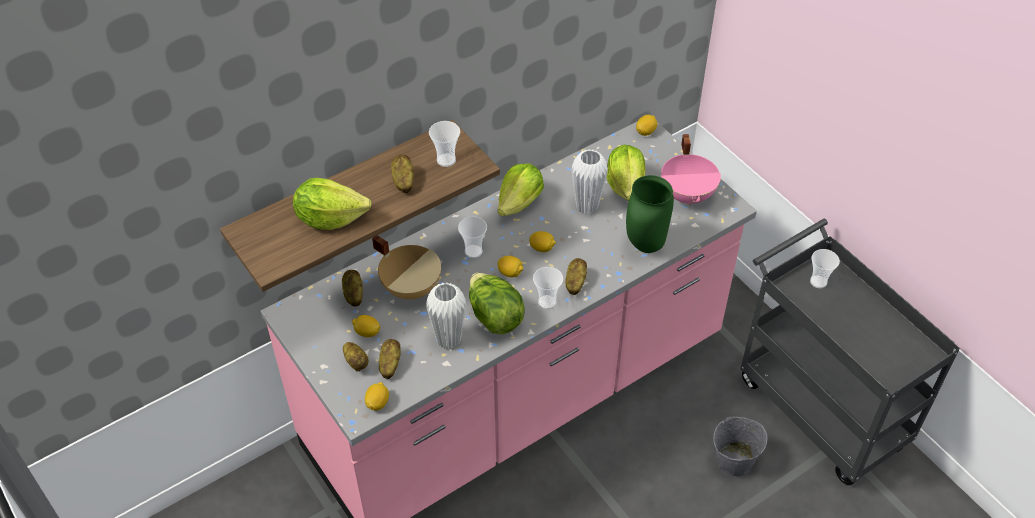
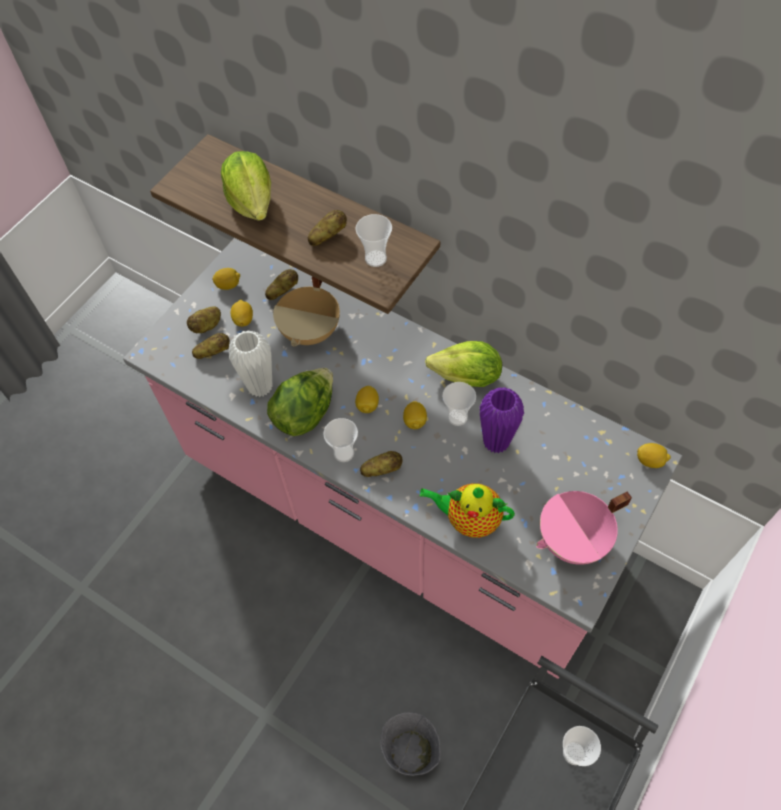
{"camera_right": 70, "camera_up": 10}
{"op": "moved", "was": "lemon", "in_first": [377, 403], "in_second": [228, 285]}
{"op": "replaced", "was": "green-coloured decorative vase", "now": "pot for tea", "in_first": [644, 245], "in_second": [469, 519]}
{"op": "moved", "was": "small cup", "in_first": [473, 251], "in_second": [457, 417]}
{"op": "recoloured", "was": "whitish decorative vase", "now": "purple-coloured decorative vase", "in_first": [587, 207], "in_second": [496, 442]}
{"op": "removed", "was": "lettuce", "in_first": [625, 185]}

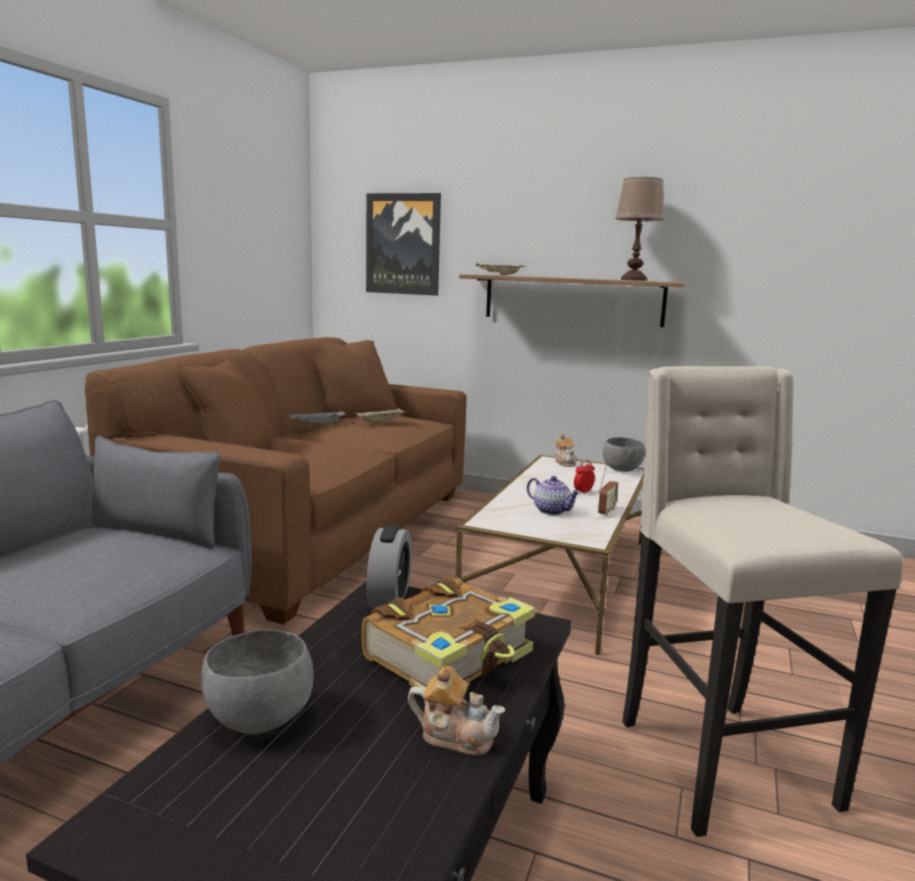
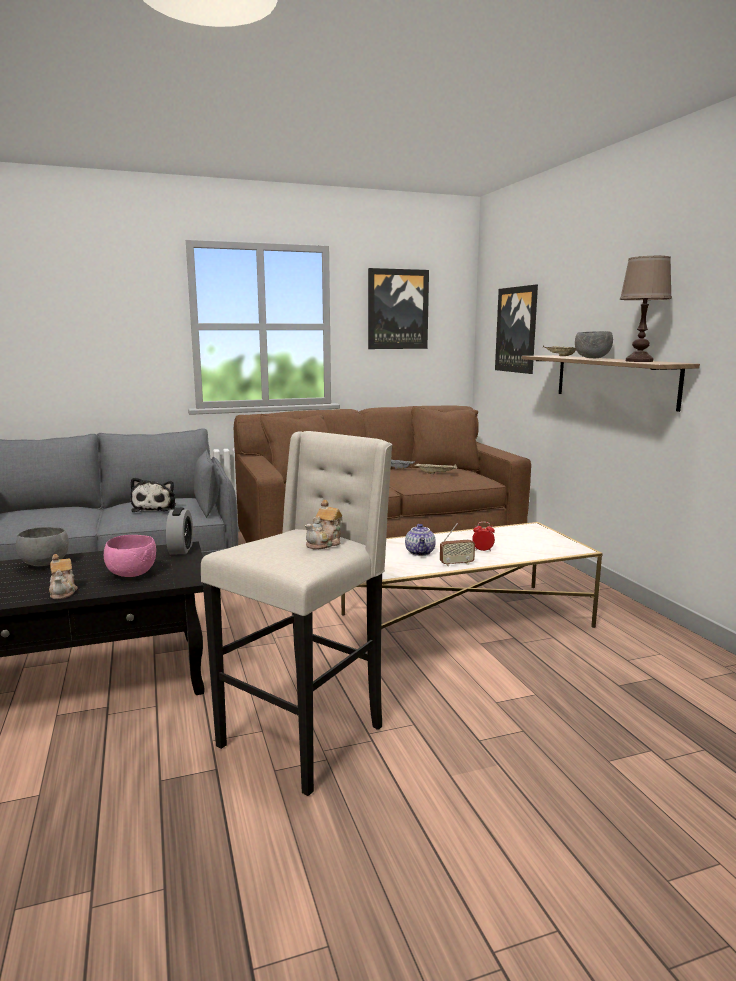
{"camera_right": 50, "camera_up": 0}
{"op": "replaced", "was": "volume", "now": "pinkish serving bowl", "in_first": [451, 657], "in_second": [133, 574]}
{"op": "added", "now": "cuddly toy", "in_second": [155, 508]}
{"op": "turned", "was": "table clock", "in_first": [389, 597], "in_second": [181, 549], "clockwise": -60}
{"op": "moved", "was": "pot for tea", "in_first": [565, 463], "in_second": [325, 543]}
{"op": "added", "now": "picture", "in_second": [397, 309]}
{"op": "moved", "was": "gray serving bowl", "in_first": [622, 470], "in_second": [593, 358]}

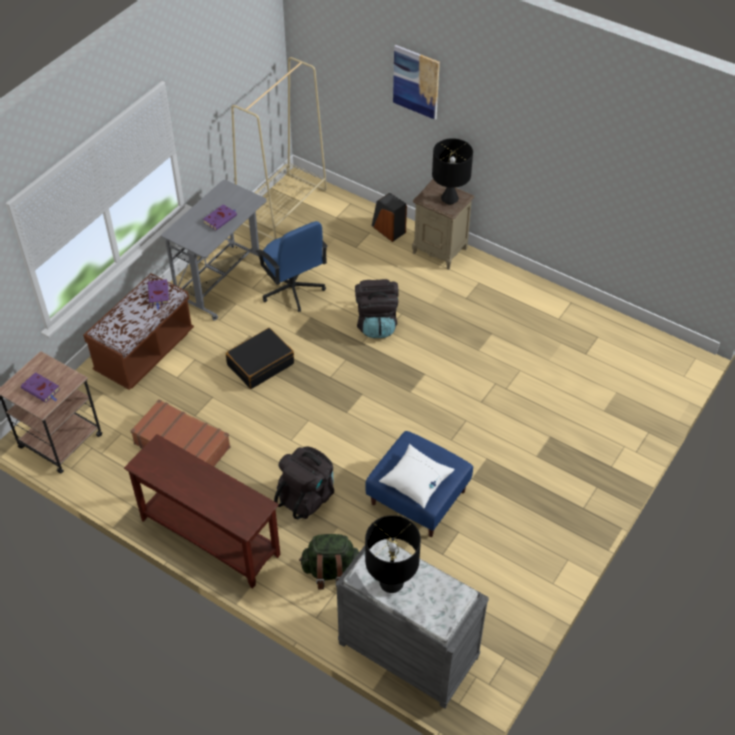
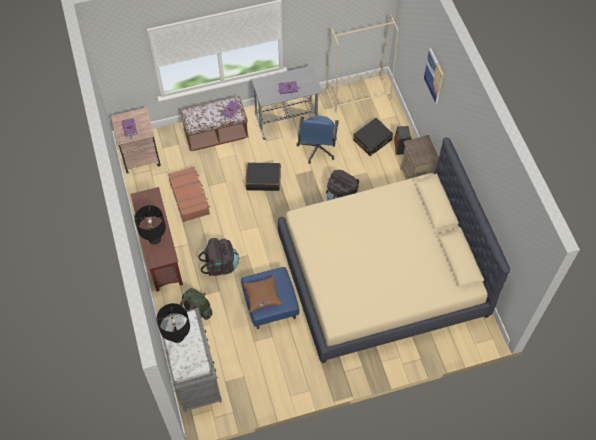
{"camera_right": 40, "camera_up": 10}
{"op": "moved", "was": "black-coloured table lamp", "in_first": [449, 199], "in_second": [155, 239]}
{"op": "recoloured", "was": "whitish pillow", "now": "brown-coloured pillow", "in_first": [416, 481], "in_second": [262, 296]}
{"op": "added", "now": "beige-coloured bed", "in_second": [382, 274]}
{"op": "added", "now": "black-coloured travel case", "in_second": [372, 140]}

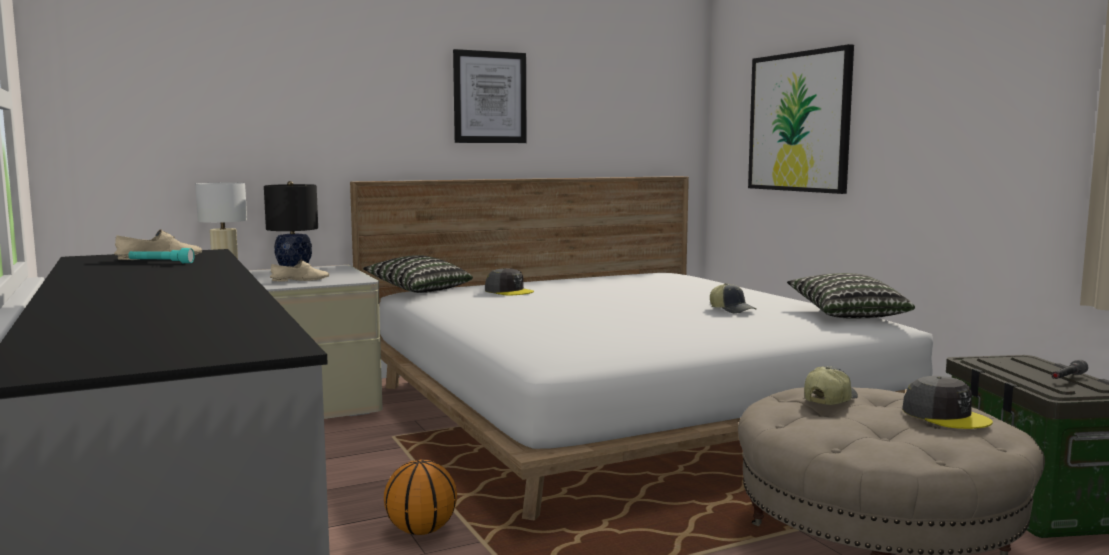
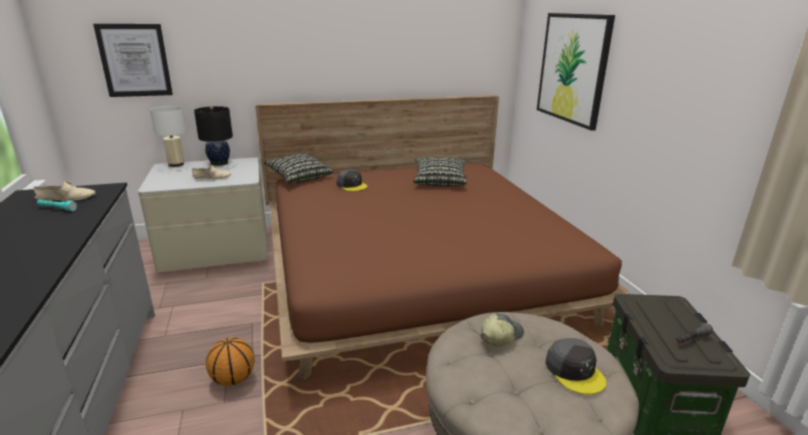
{"camera_right": 10, "camera_up": 15}
{"op": "moved", "was": "picture", "in_first": [490, 97], "in_second": [135, 60]}
{"op": "recoloured", "was": "whitish bed", "now": "brown-coloured bed", "in_first": [624, 410], "in_second": [417, 271]}
{"op": "moved", "was": "pillow", "in_first": [848, 314], "in_second": [439, 181]}
{"op": "removed", "was": "peaked cap", "in_first": [732, 310]}

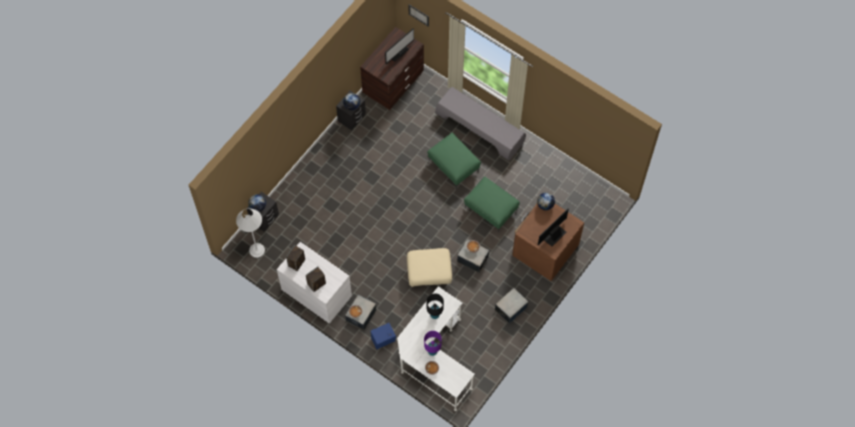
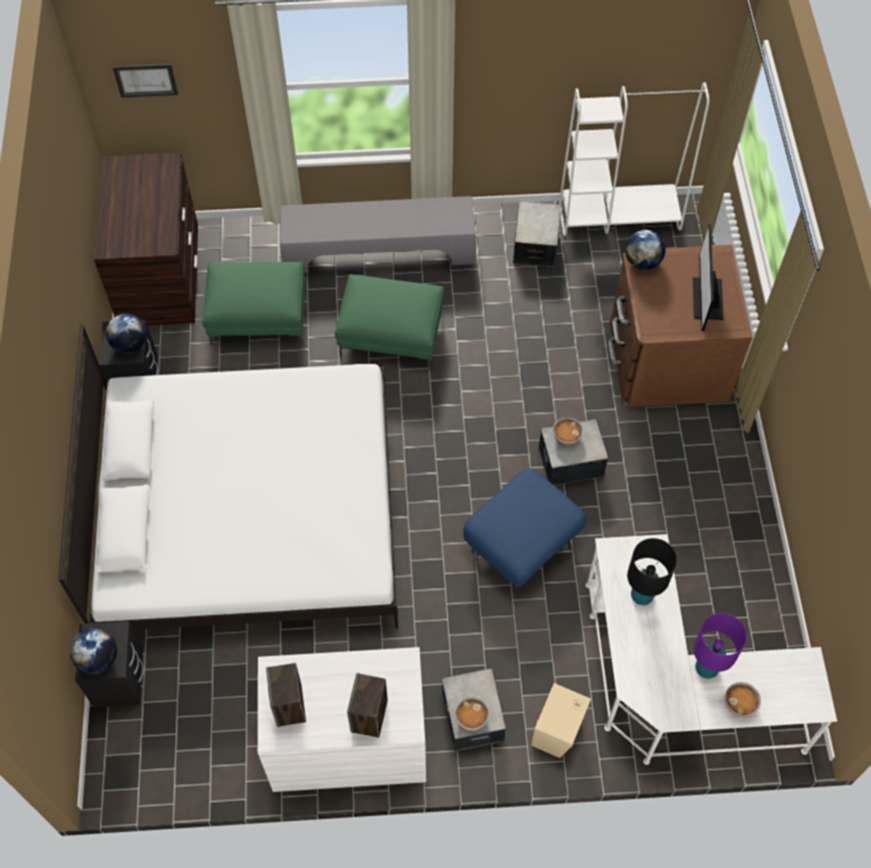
{"camera_right": -40, "camera_up": -5}
{"op": "added", "now": "whitish bed", "in_second": [249, 513]}
{"op": "moved", "was": "green-coloured pouffe", "in_first": [490, 209], "in_second": [257, 319]}
{"op": "recoloured", "was": "beige-coloured pouffe", "now": "blue pouffe", "in_first": [429, 274], "in_second": [522, 545]}
{"op": "moved", "was": "storage container", "in_first": [511, 309], "in_second": [536, 245]}
{"op": "recoloured", "was": "blue audio speaker", "now": "beige-coloured audio speaker", "in_first": [384, 340], "in_second": [558, 729]}
{"op": "added", "now": "whitish garment stand", "in_second": [619, 218]}
{"op": "removed", "was": "whitish floor lamp", "in_first": [257, 250]}
{"op": "removed", "was": "monitor", "in_first": [398, 52]}

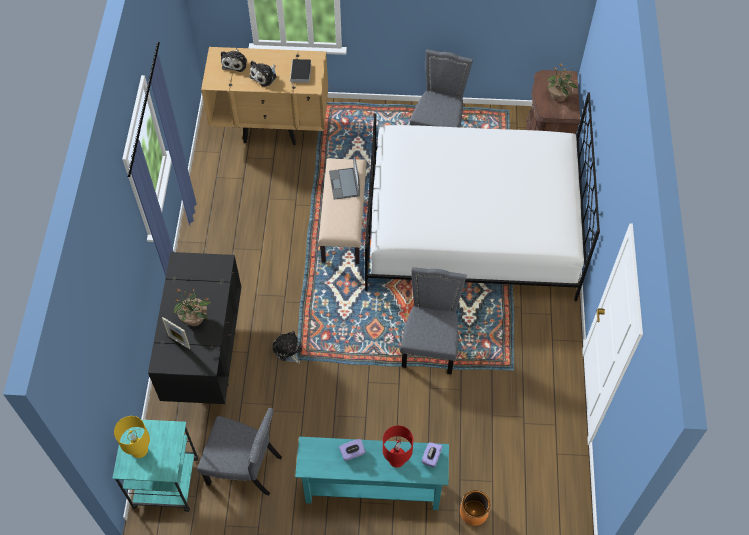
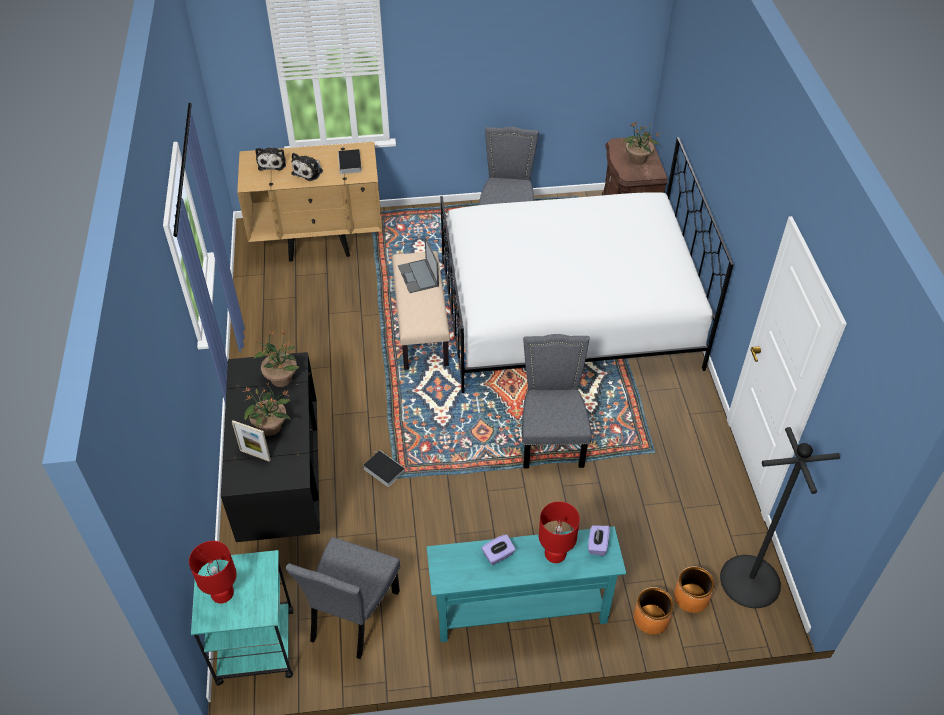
{"camera_right": -10, "camera_up": -10}
{"op": "recoloured", "was": "yellow-coloured table lamp", "now": "red table lamp", "in_first": [139, 450], "in_second": [222, 593]}
{"op": "added", "now": "houseplant", "in_second": [281, 378]}
{"op": "turned", "was": "gray upright chair", "in_first": [243, 468], "in_second": [353, 612], "clockwise": 105}
{"op": "replaced", "was": "cuddly toy", "now": "volume", "in_first": [288, 350], "in_second": [383, 469]}
{"op": "added", "now": "orange-coloured plant pot", "in_second": [691, 598]}
{"op": "added", "now": "black-coloured garment stand", "in_second": [750, 581]}

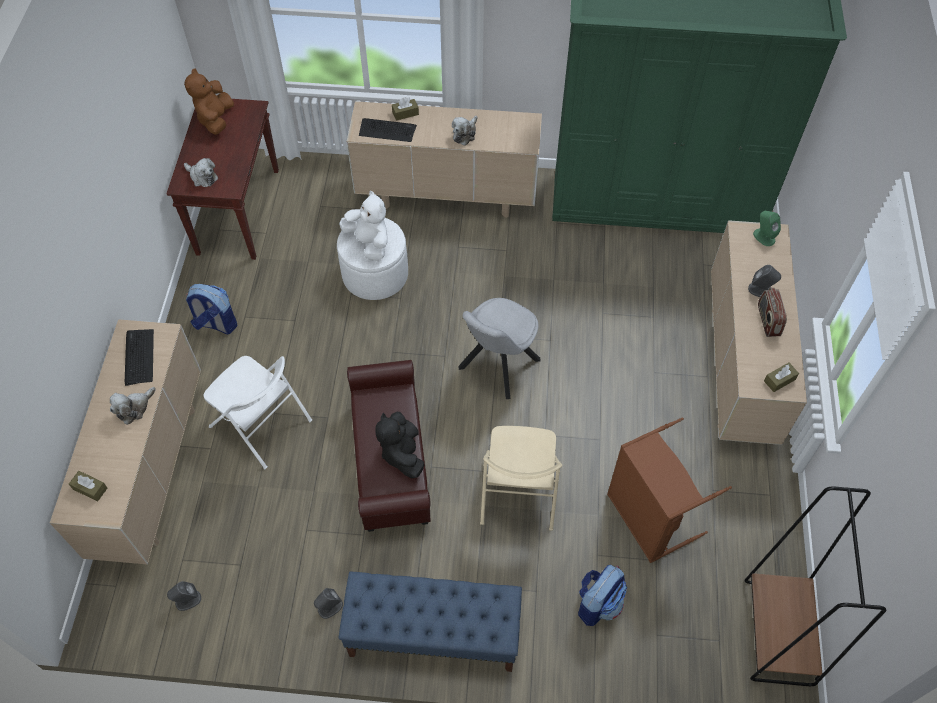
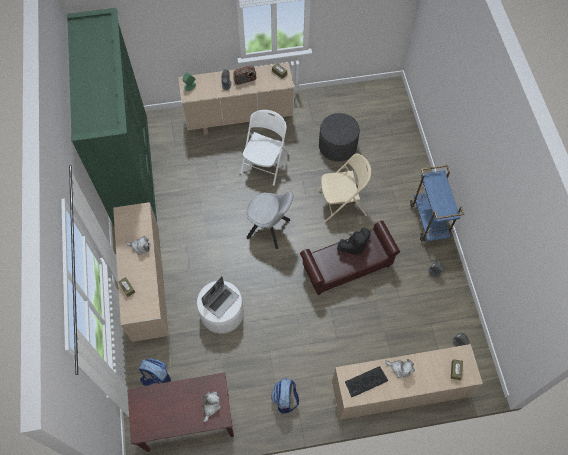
{"camera_right": -105, "camera_up": 5}
{"op": "moved", "was": "backpack", "in_first": [598, 603], "in_second": [156, 377]}
{"op": "replaced", "was": "whitish cuddly toy", "now": "portable computer", "in_first": [369, 242], "in_second": [221, 300]}
{"op": "moved", "was": "whitish upright chair", "in_first": [260, 424], "in_second": [265, 163]}
{"op": "replaced", "was": "brown-coloured laundry basket", "now": "gray pouffe", "in_first": [647, 518], "in_second": [337, 146]}
{"op": "replaced", "was": "blue indoor bench", "now": "blue wheeled cart", "in_first": [433, 634], "in_second": [428, 223]}
{"op": "removed", "was": "brown-coloured cuddly toy", "in_first": [216, 119]}
{"op": "removed", "was": "computer keyboard", "in_first": [387, 130]}
{"op": "removed", "was": "garment stand", "in_first": [777, 632]}

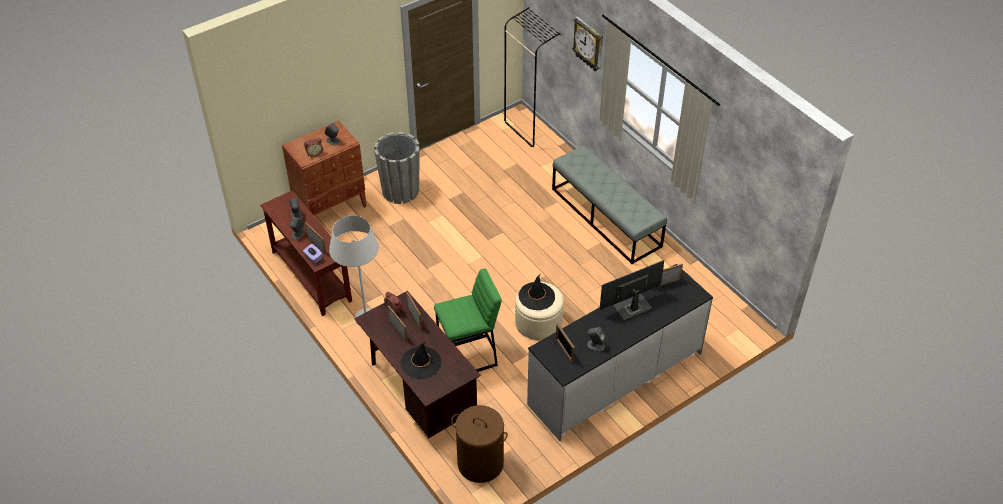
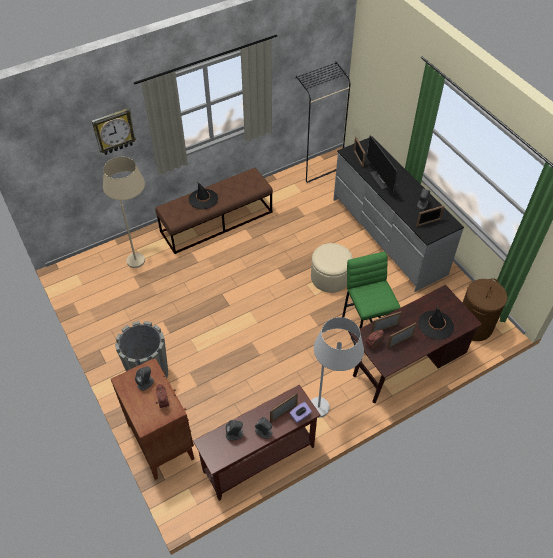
{"camera_right": -85, "camera_up": 5}
{"op": "added", "now": "beige-coloured floor lamp", "in_second": [140, 253]}
{"op": "recoloured", "was": "gray indoor bench", "now": "brown-coloured indoor bench", "in_first": [606, 217], "in_second": [217, 222]}
{"op": "moved", "was": "black-coloured wearable hat", "in_first": [536, 296], "in_second": [203, 199]}
{"op": "moved", "was": "black-coloured garment stand", "in_first": [529, 130], "in_second": [318, 168]}

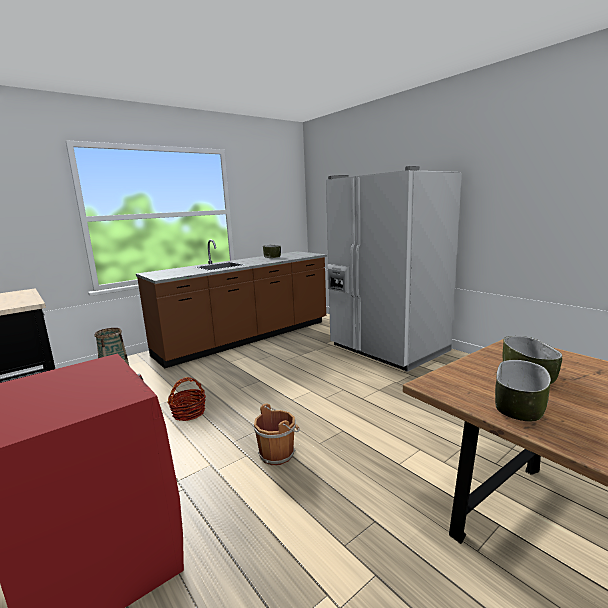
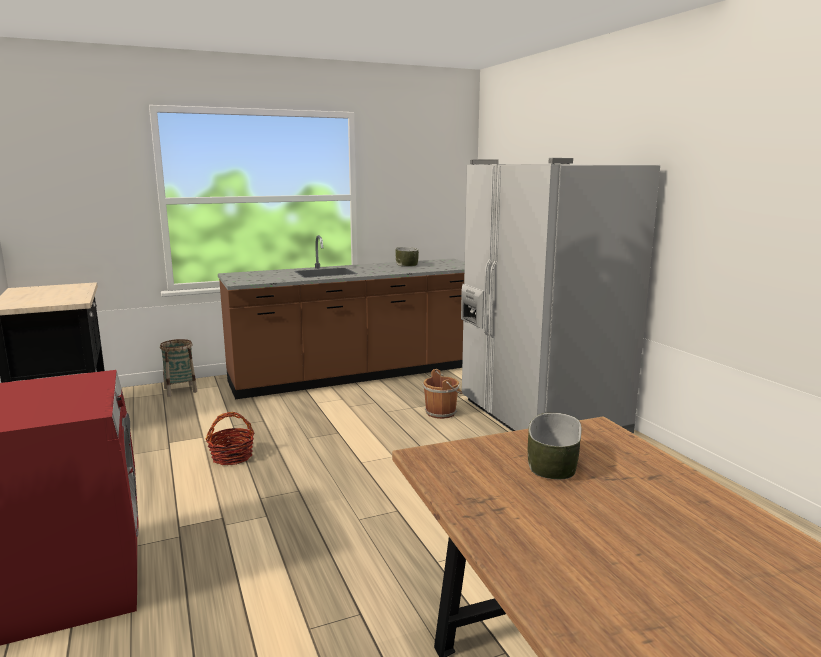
{"camera_right": 15, "camera_up": 0}
{"op": "moved", "was": "brown-coloured pail", "in_first": [278, 453], "in_second": [442, 412]}
{"op": "removed", "was": "serving bowl", "in_first": [518, 406]}

